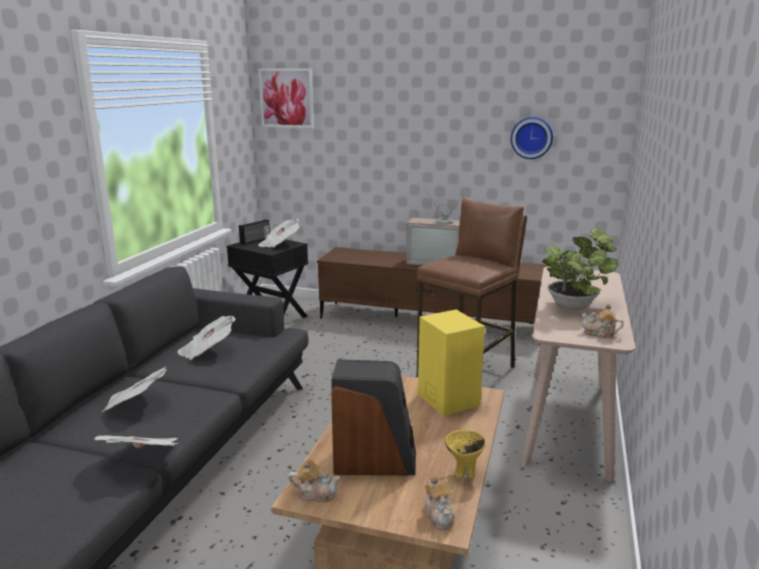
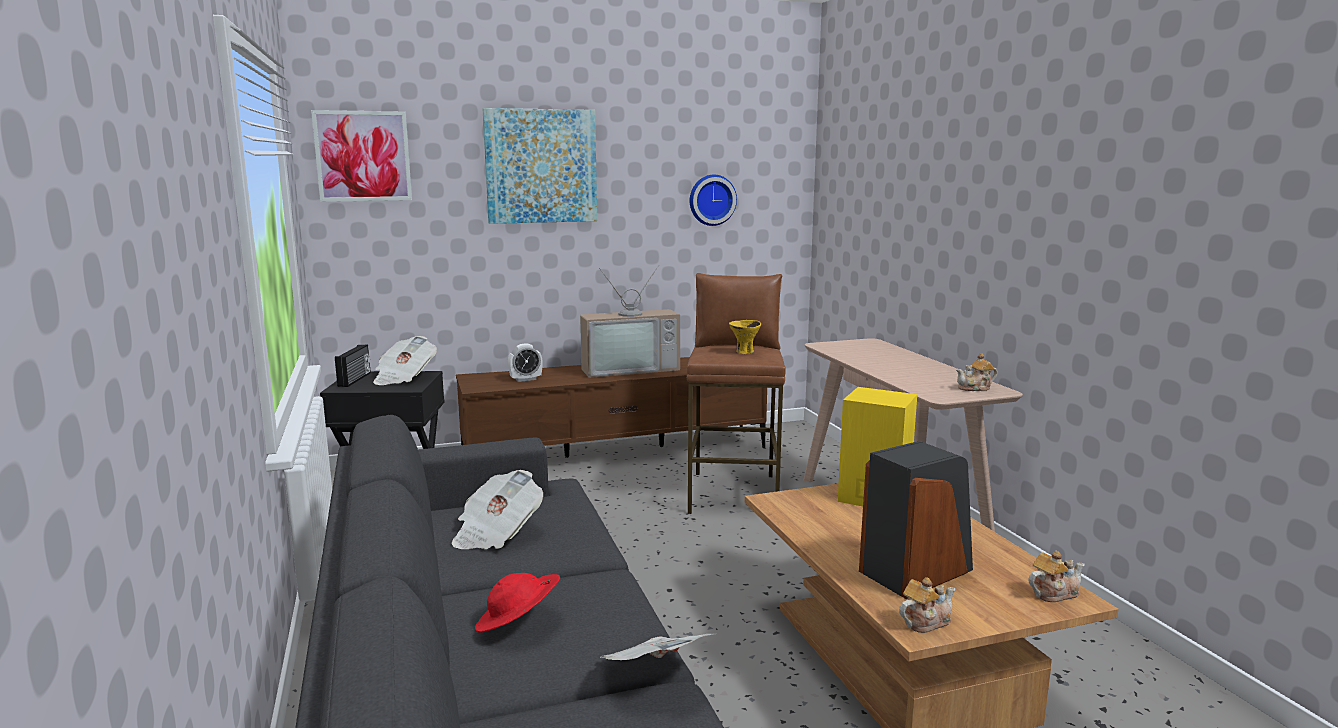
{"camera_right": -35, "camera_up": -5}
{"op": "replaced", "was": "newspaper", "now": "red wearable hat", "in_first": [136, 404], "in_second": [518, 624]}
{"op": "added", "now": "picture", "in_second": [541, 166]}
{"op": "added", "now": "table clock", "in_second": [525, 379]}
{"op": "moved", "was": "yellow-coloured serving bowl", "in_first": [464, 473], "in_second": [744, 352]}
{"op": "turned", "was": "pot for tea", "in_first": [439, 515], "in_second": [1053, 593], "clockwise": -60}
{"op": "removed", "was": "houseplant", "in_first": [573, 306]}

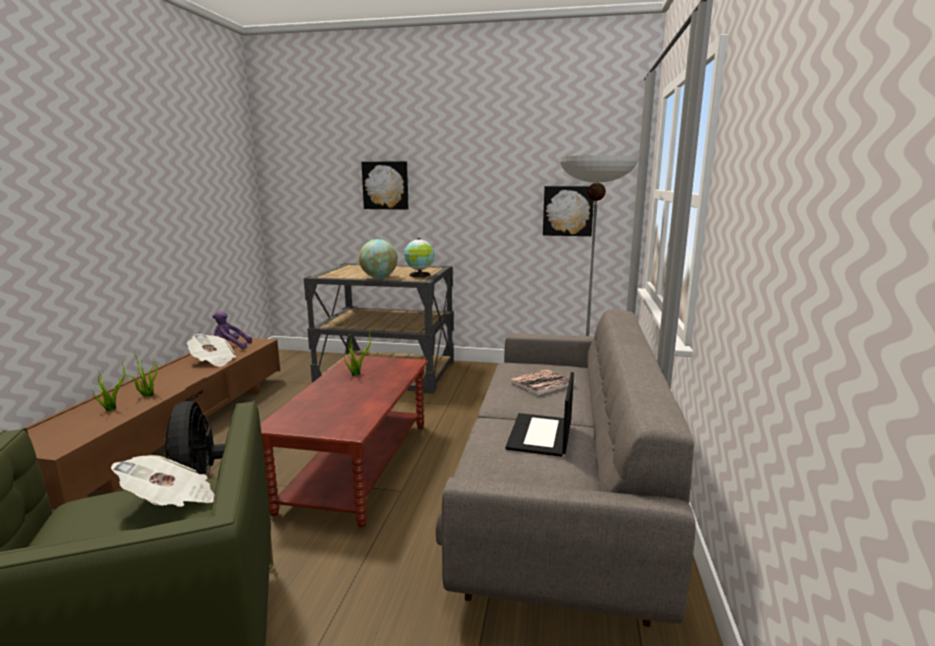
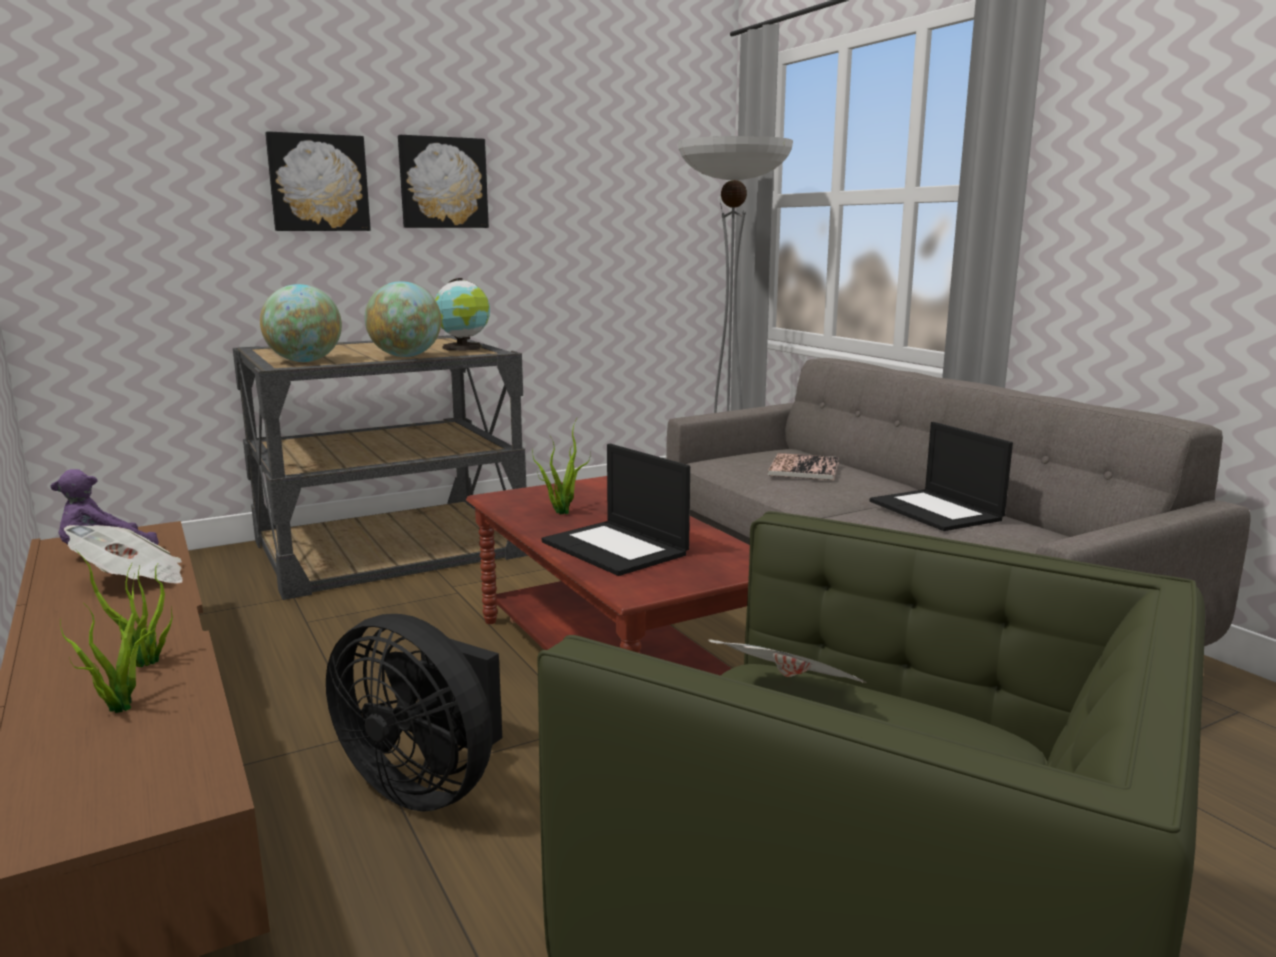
{"camera_right": -40, "camera_up": 0}
{"op": "added", "now": "globe", "in_second": [304, 361]}
{"op": "moved", "was": "picture", "in_first": [568, 211], "in_second": [443, 183]}
{"op": "added", "now": "portable computer", "in_second": [616, 548]}

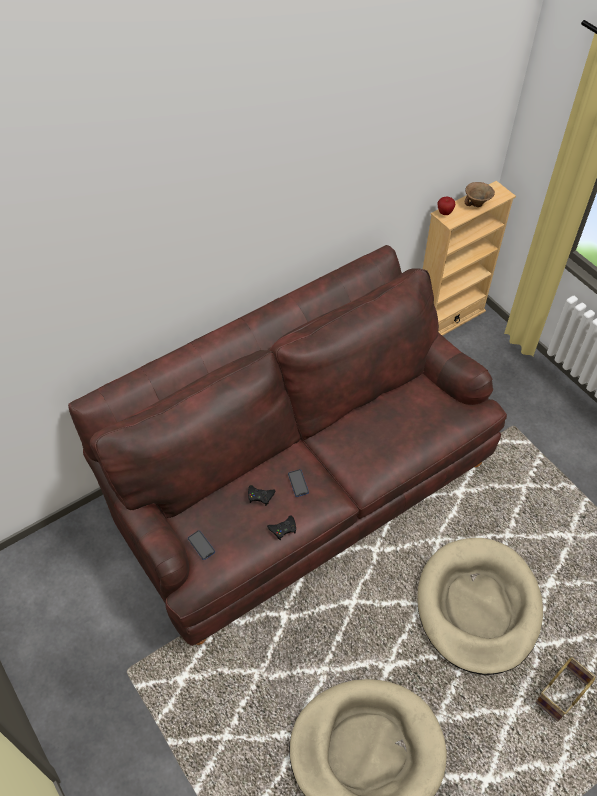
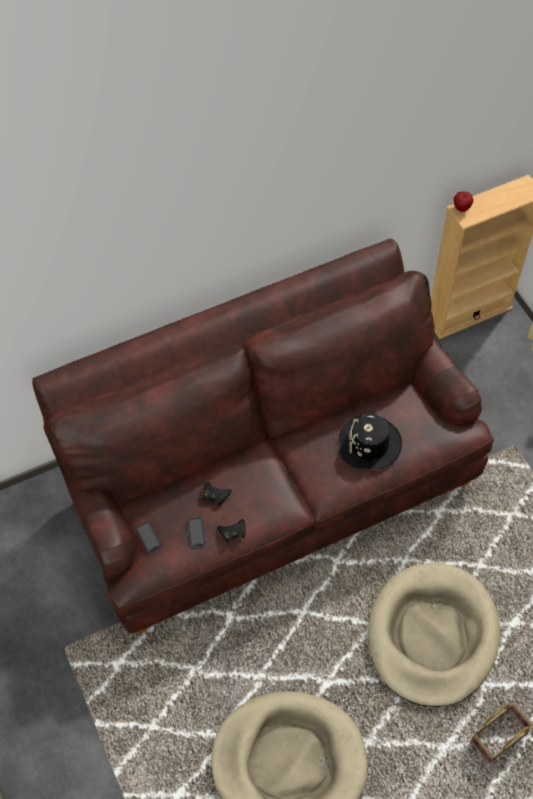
{"camera_right": 10, "camera_up": 5}
{"op": "moved", "was": "telephone", "in_first": [298, 483], "in_second": [196, 532]}
{"op": "added", "now": "black-coloured wearable hat", "in_second": [369, 444]}
{"op": "removed", "was": "brown-coloured serving bowl", "in_first": [477, 204]}

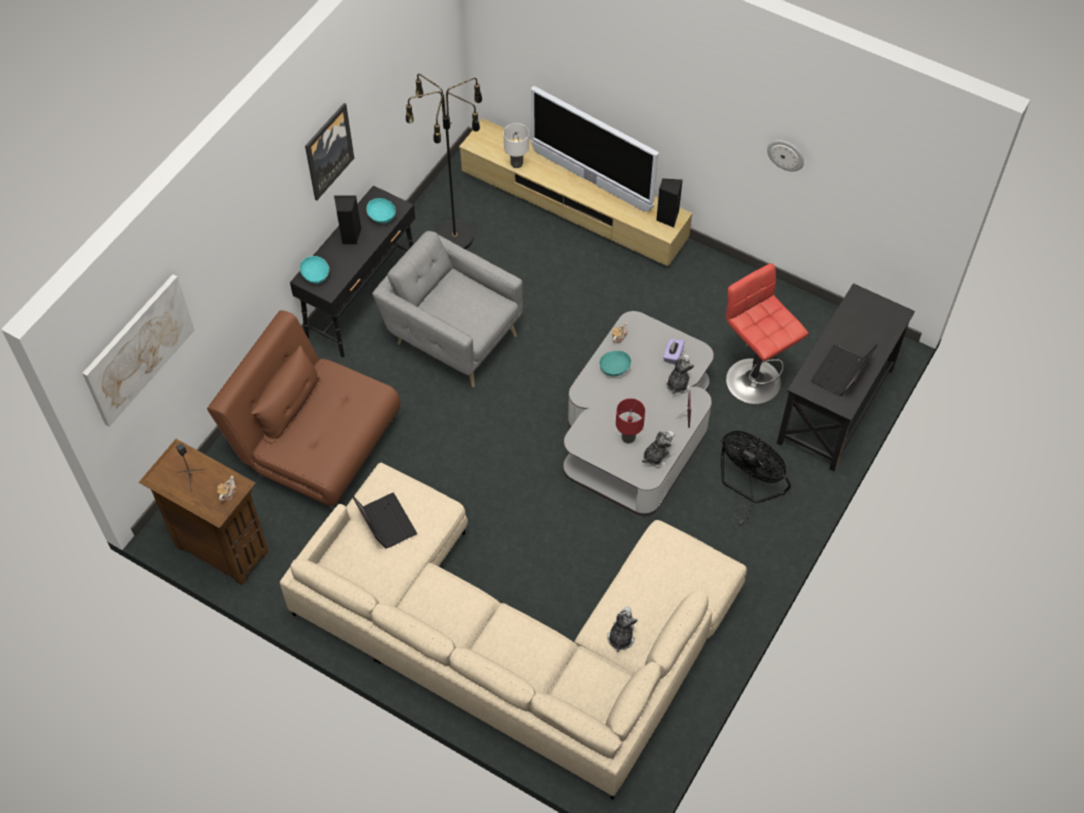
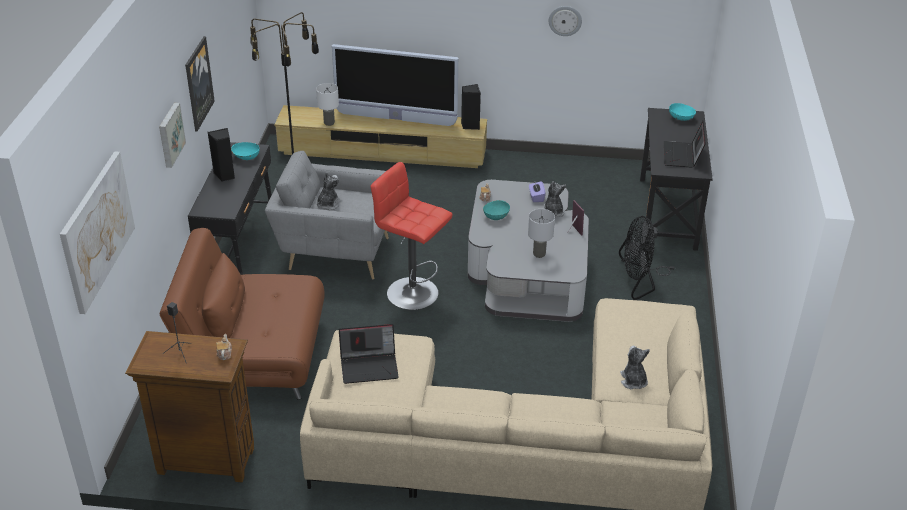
{"camera_right": -25, "camera_up": -20}
{"op": "added", "now": "picture", "in_second": [170, 134]}
{"op": "moved", "was": "cuddly toy", "in_first": [656, 456], "in_second": [328, 204]}
{"op": "turned", "was": "portable computer", "in_first": [384, 522], "in_second": [370, 366], "clockwise": 135}
{"op": "moved", "was": "red stool", "in_first": [753, 380], "in_second": [412, 293]}
{"op": "recoloured", "was": "red table lamp", "now": "whitish table lamp", "in_first": [627, 437], "in_second": [538, 254]}
{"op": "turned", "was": "black-coloured cooling fan", "in_first": [747, 487], "in_second": [641, 278], "clockwise": -105}
{"op": "moved", "was": "turquoise serving bowl", "in_first": [316, 276], "in_second": [681, 118]}

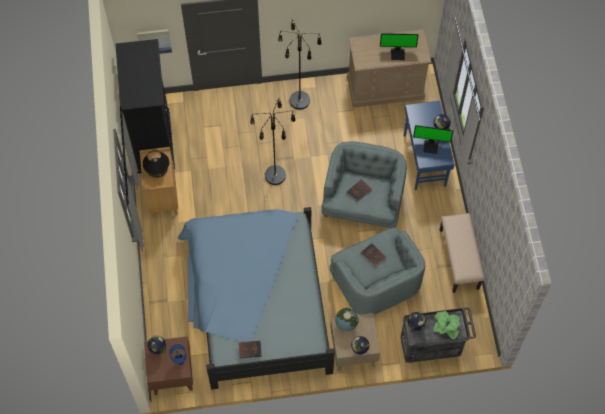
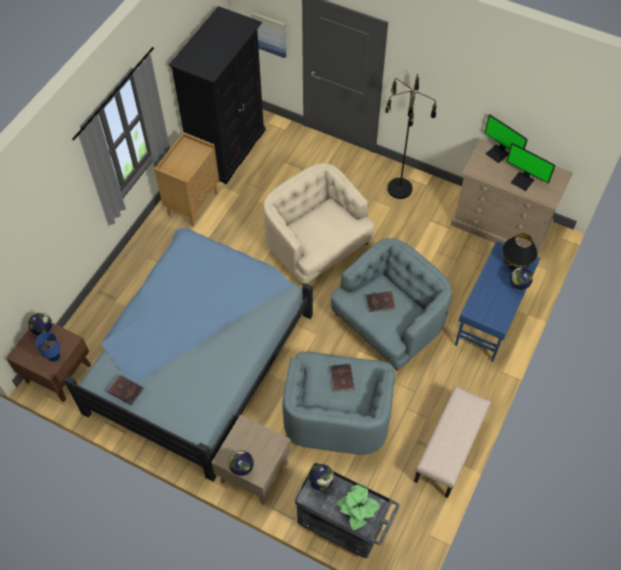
{"camera_right": 35, "camera_up": -5}
{"op": "replaced", "was": "floor lamp", "now": "beige-coloured easy chair", "in_first": [275, 176], "in_second": [317, 245]}
{"op": "moved", "was": "monitor", "in_first": [431, 146], "in_second": [498, 153]}
{"op": "moved", "was": "black-coloured table lamp", "in_first": [157, 170], "in_second": [516, 261]}
{"op": "removed", "was": "globe", "in_first": [346, 323]}

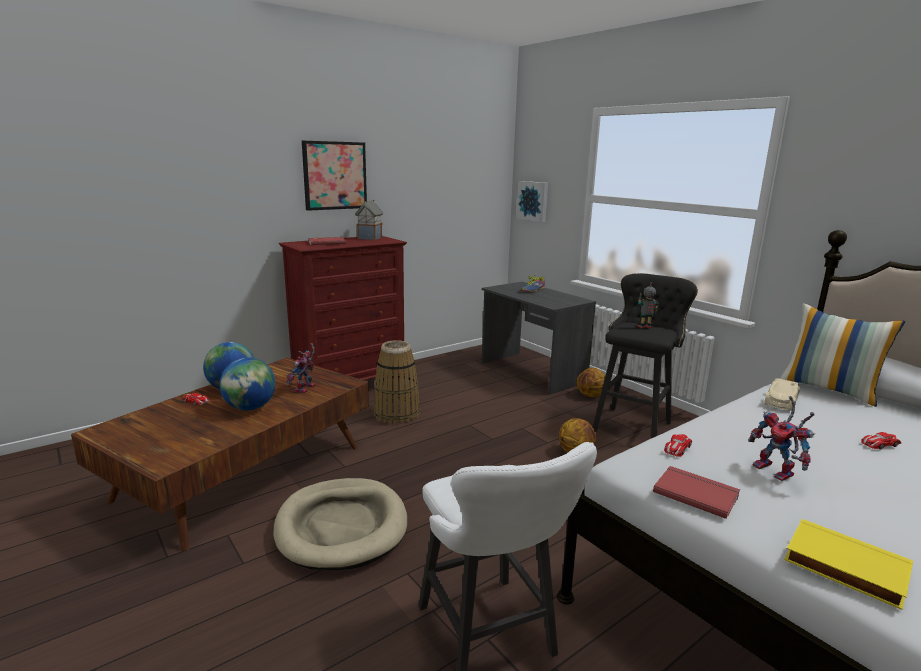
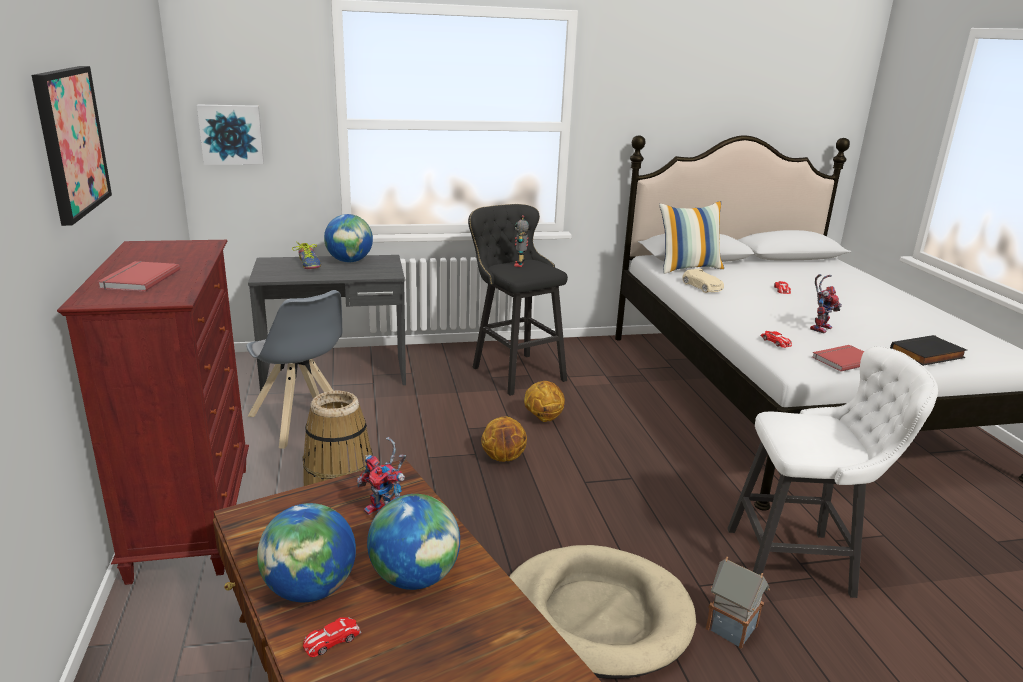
{"camera_right": -65, "camera_up": 5}
{"op": "added", "now": "gray upright chair", "in_second": [302, 422]}
{"op": "added", "now": "globe", "in_second": [349, 261]}
{"op": "moved", "was": "basketball", "in_first": [590, 395], "in_second": [503, 458]}
{"op": "moved", "was": "toy house", "in_first": [369, 238], "in_second": [733, 628]}
{"op": "turned", "was": "model robot", "in_first": [777, 472], "in_second": [819, 327], "clockwise": -45}
{"op": "recoloured", "was": "yellow-coloured volume", "now": "black-coloured volume", "in_first": [844, 568], "in_second": [928, 355]}

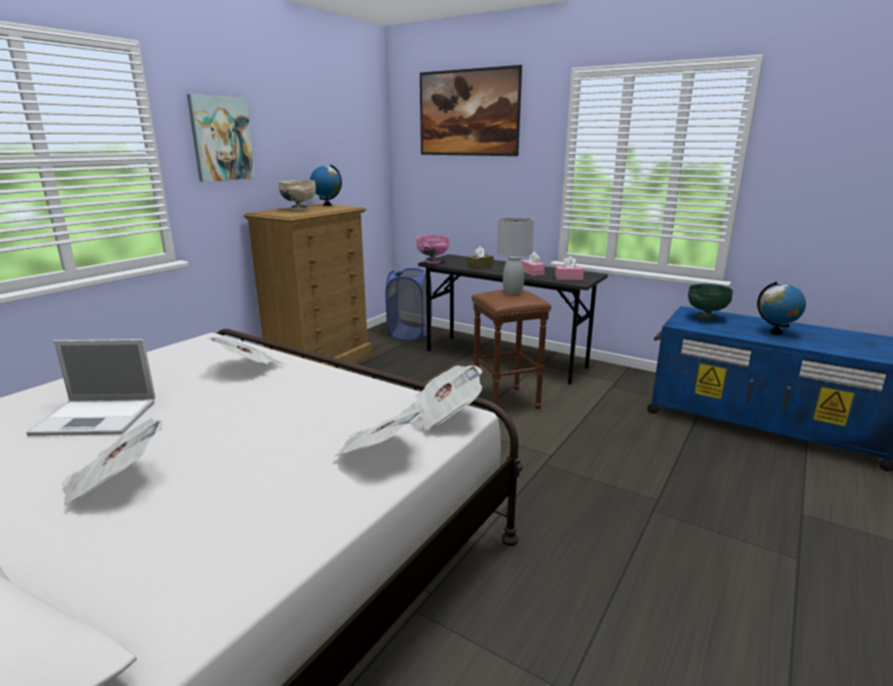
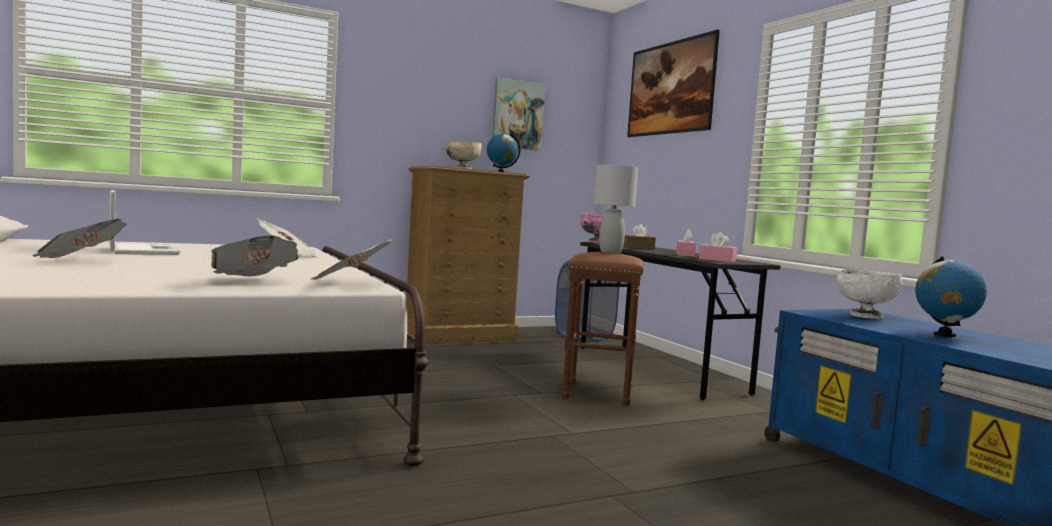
{"camera_right": 30, "camera_up": -15}
{"op": "turned", "was": "portable computer", "in_first": [98, 417], "in_second": [143, 250], "clockwise": -150}
{"op": "moved", "was": "picture", "in_first": [221, 139], "in_second": [517, 115]}
{"op": "recoloured", "was": "green-coloured serving bowl", "now": "whitish serving bowl", "in_first": [705, 318], "in_second": [865, 316]}

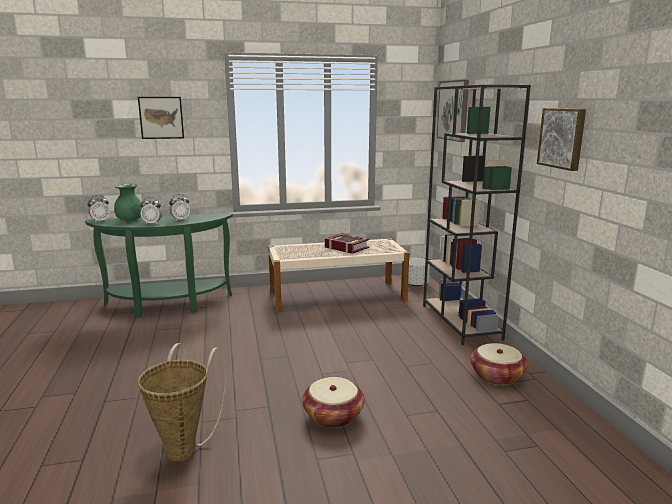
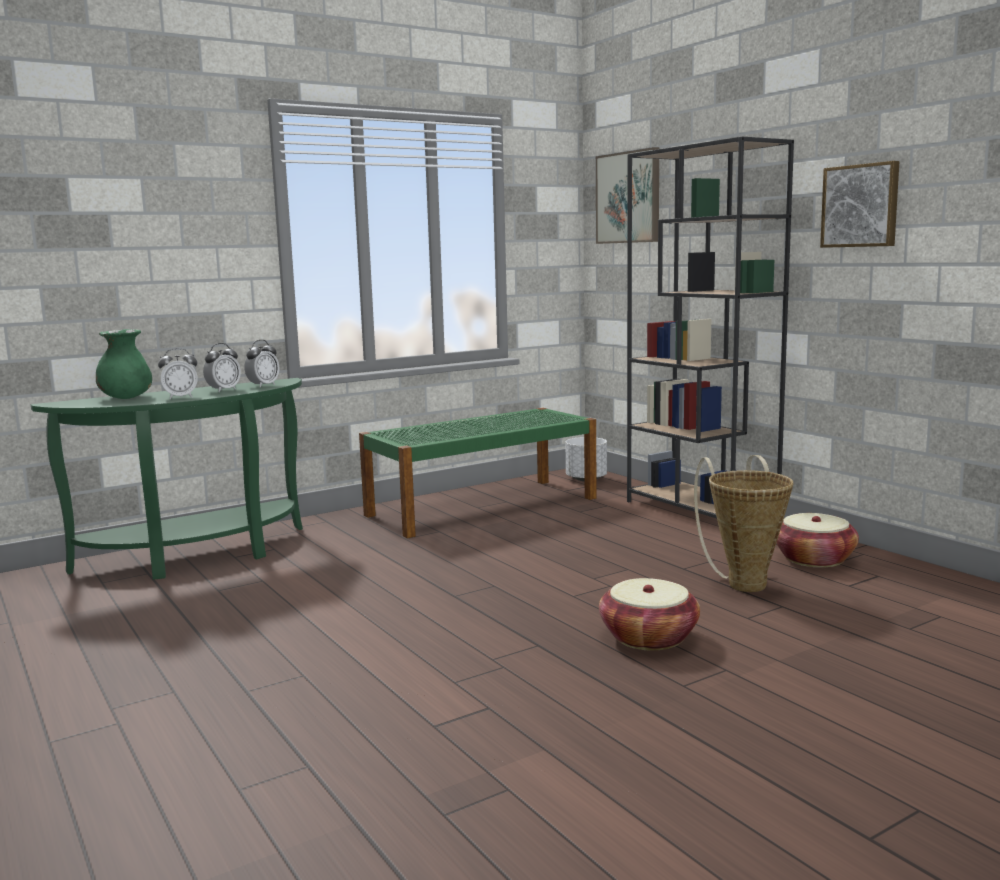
{"camera_right": -20, "camera_up": -5}
{"op": "moved", "was": "table clock", "in_first": [100, 221], "in_second": [263, 385]}
{"op": "recoloured", "was": "beige-coloured indoor bench", "now": "green-coloured indoor bench", "in_first": [337, 295], "in_second": [482, 506]}
{"op": "moved", "was": "basket", "in_first": [185, 447], "in_second": [744, 582]}
{"op": "removed", "was": "picture", "in_first": [161, 117]}
{"op": "removed", "was": "volume", "in_first": [346, 247]}

